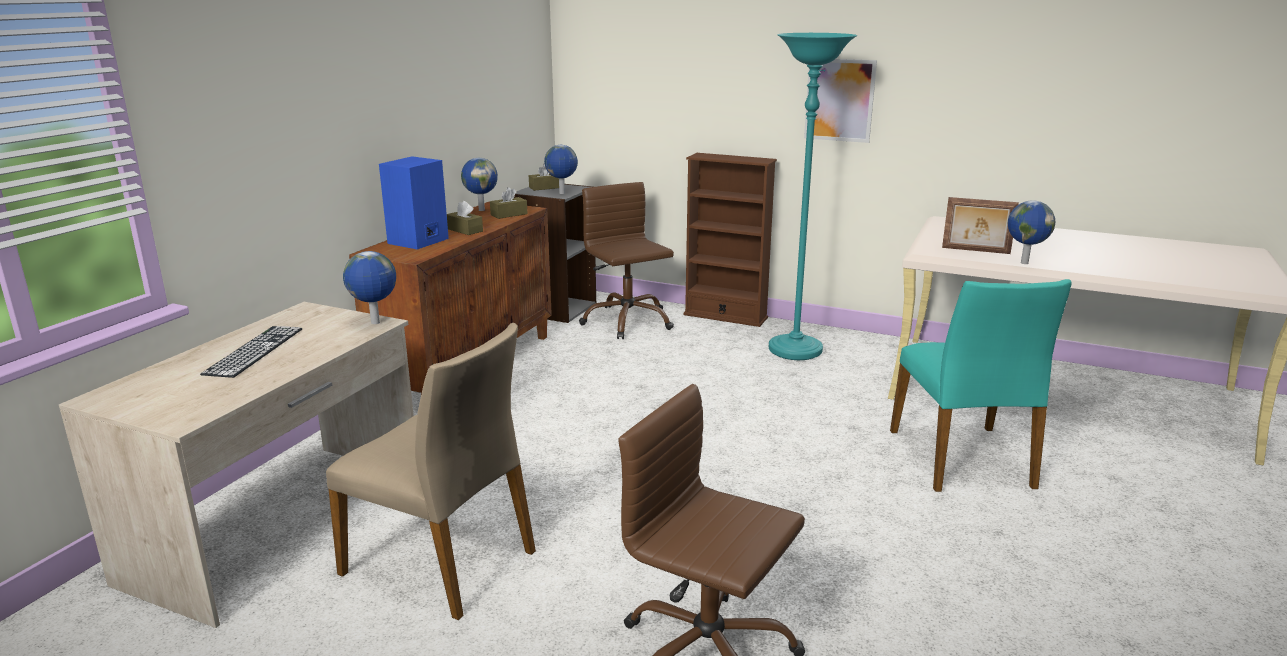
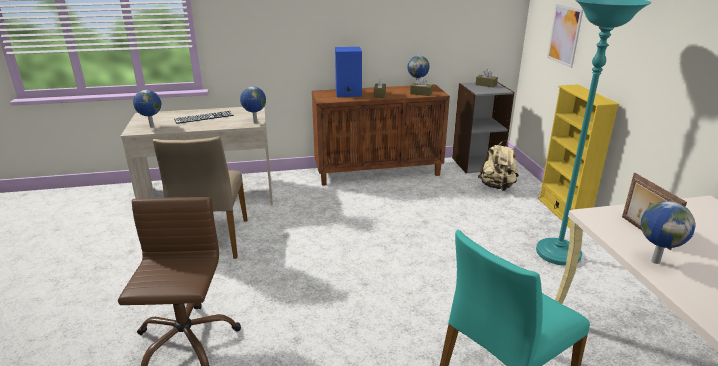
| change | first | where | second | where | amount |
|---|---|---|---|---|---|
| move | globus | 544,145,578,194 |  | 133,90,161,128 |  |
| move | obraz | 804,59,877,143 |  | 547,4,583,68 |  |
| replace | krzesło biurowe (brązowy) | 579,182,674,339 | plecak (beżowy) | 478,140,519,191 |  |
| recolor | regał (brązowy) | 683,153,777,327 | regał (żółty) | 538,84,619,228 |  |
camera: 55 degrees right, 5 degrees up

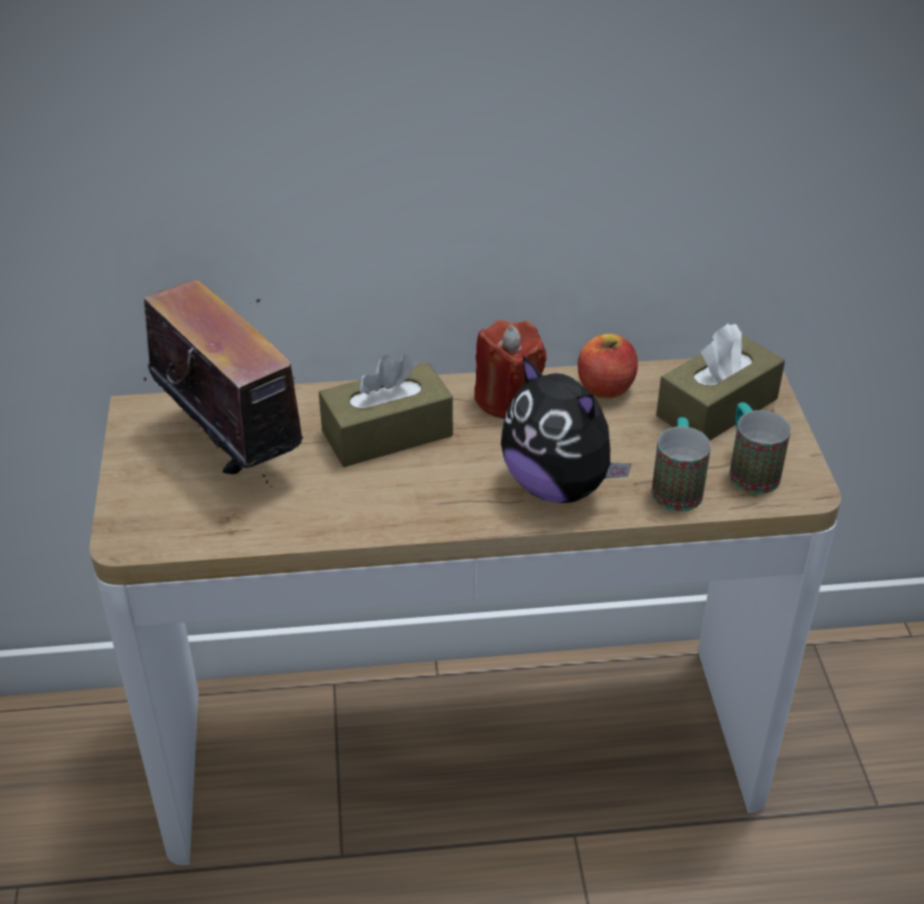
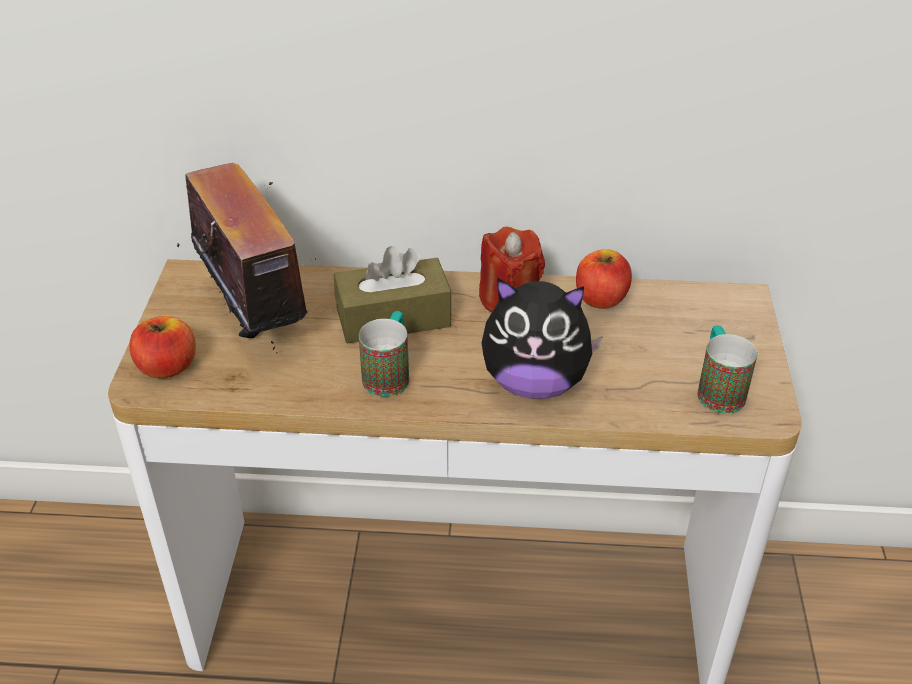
| change | first | where | second | where | amount |
|---|---|---|---|---|---|
| delete | pudełko chusteczek (brązowy) | 656,323,785,441 |  |  |  |
| insert |  |  | jabłko | 129,316,196,378 |  |
| move | kubek | 651,417,711,512 |  | 359,311,409,397 |  |
| rotate | pluszak | 501,356,632,503 |  | 482,278,603,399 | 45 degrees counterclockwise |
camera: 10 degrees right, 0 degrees up

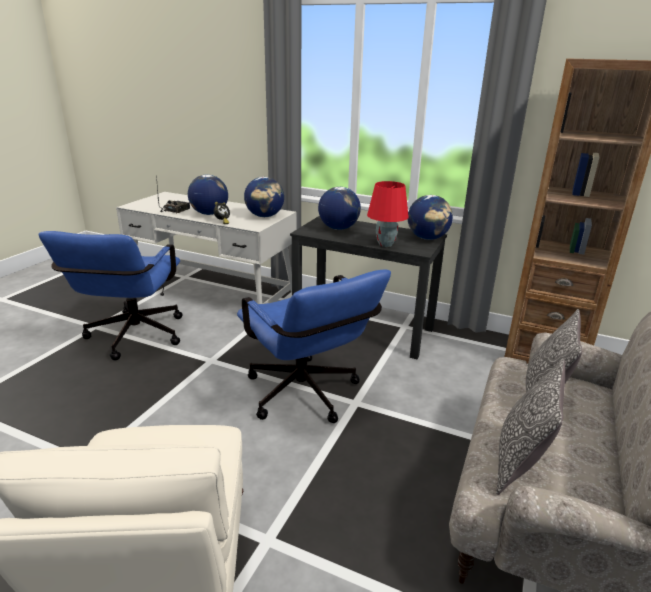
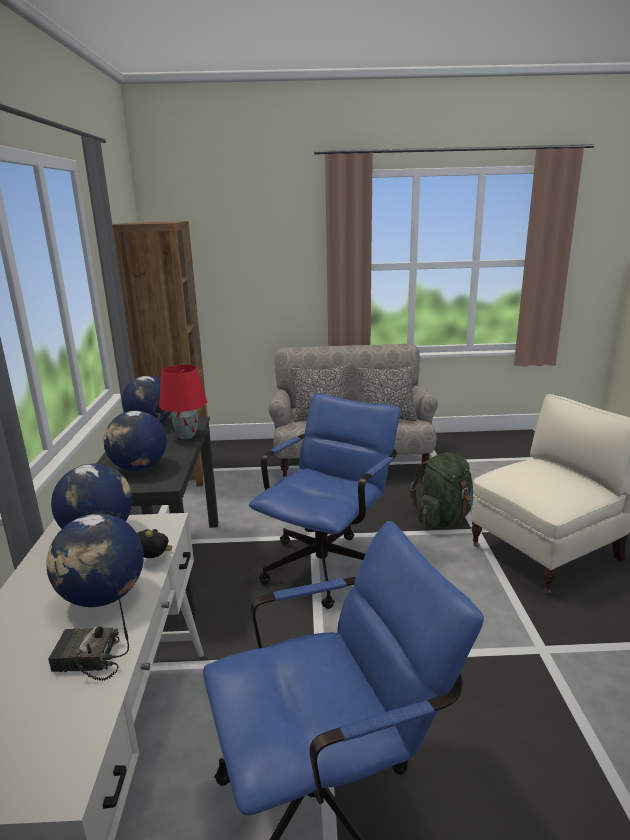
| change | first | where | second | where | amount |
|---|---|---|---|---|---|
| insert |  |  | plecak (zielony) | 410,453,473,528 |  |
camera: 115 degrees left, 5 degrees down

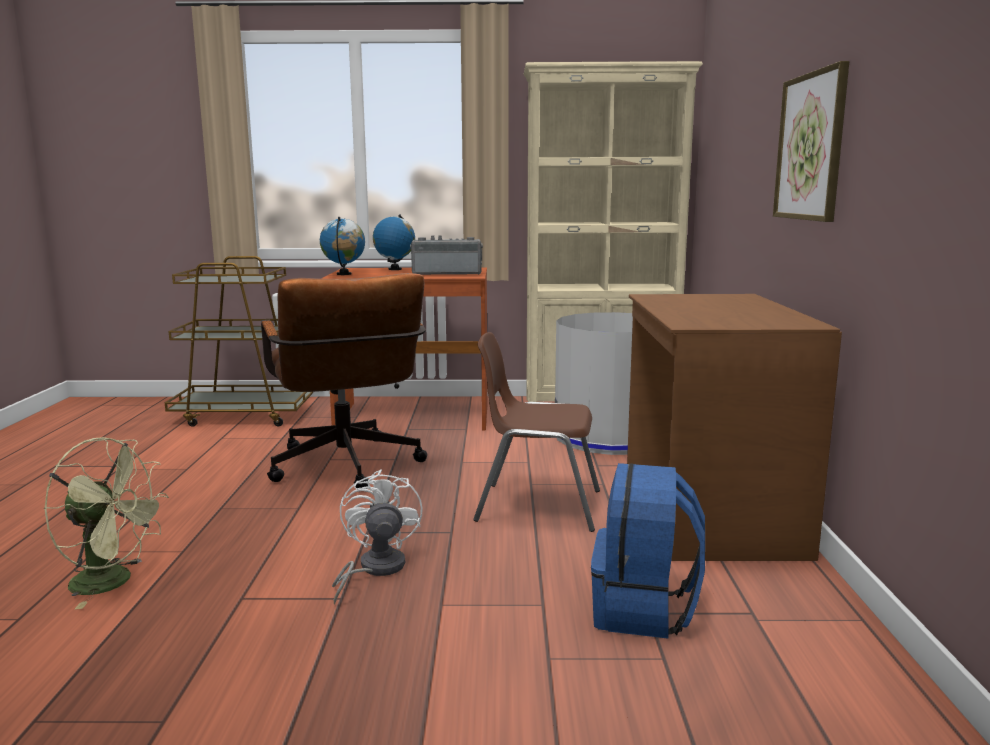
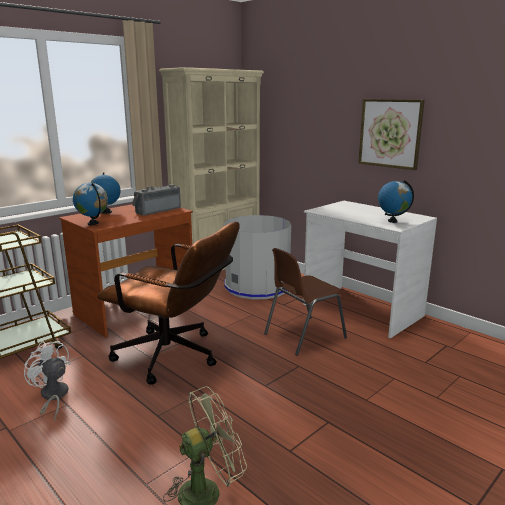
| change | first | where | second | where | amount |
|---|---|---|---|---|---|
| delete | plecak (niebieski) | 591,463,705,639 |  |  |  |
| insert |  |  | globus | 378,180,414,223 |  |
| move | wentylator (biały) | 332,469,423,605 |  | 24,341,71,421 |  |
| recolor | biurko (brązowy) | 627,294,842,561 | biurko (biały) | 303,201,437,338 |  |
camera: 45 degrees left, 5 degrees up

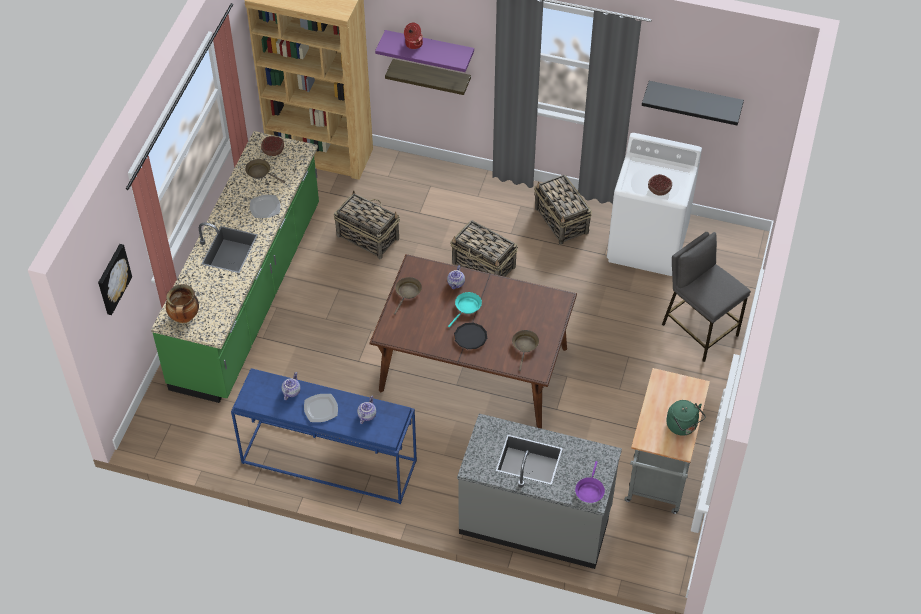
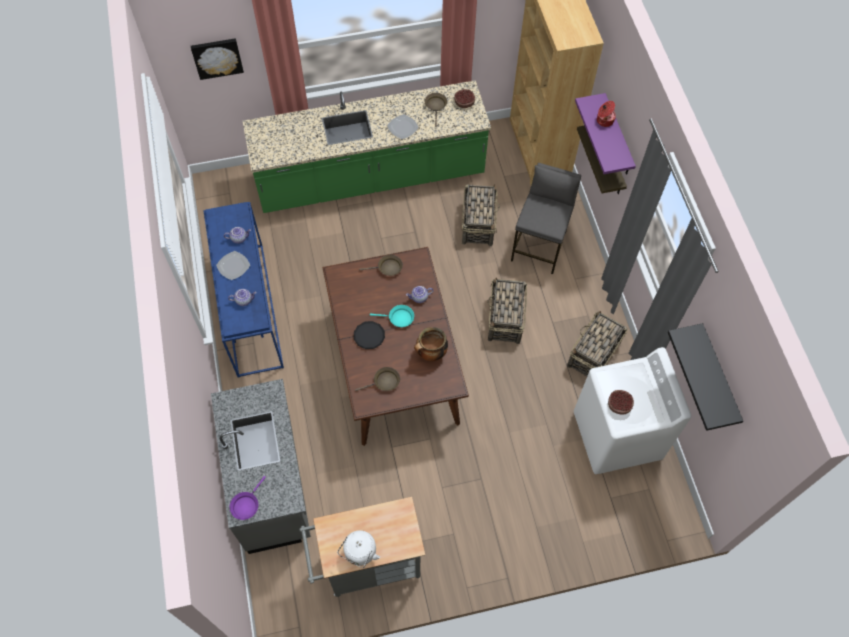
| change | first | where | second | where | amount |
|---|---|---|---|---|---|
| move | garnek | 166,284,199,323 |  | 414,327,448,361 |  |
| move | stołek (szary) | 662,232,751,362 |  | 511,163,581,274 |  |
| recolor | czajnik (zielony) | 666,400,706,436 | czajnik (biały) | 337,530,380,568 |  |
| rotate | patelnia (fioletowy) | 575,461,605,503 |  | 230,476,266,520 | 45 degrees counterclockwise |
camera: 60 degrees right, 10 degrees up

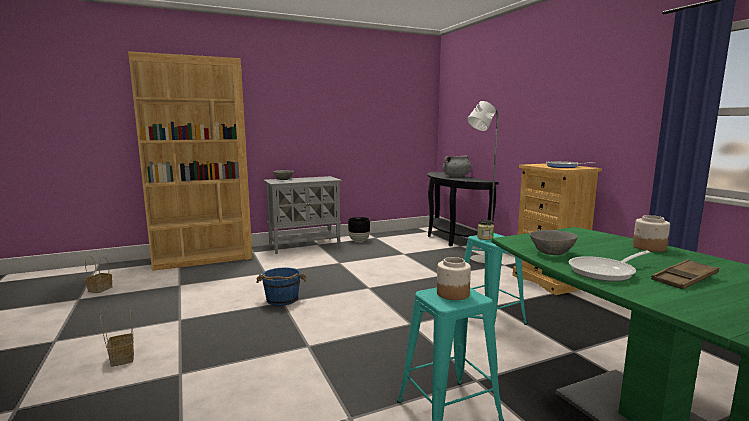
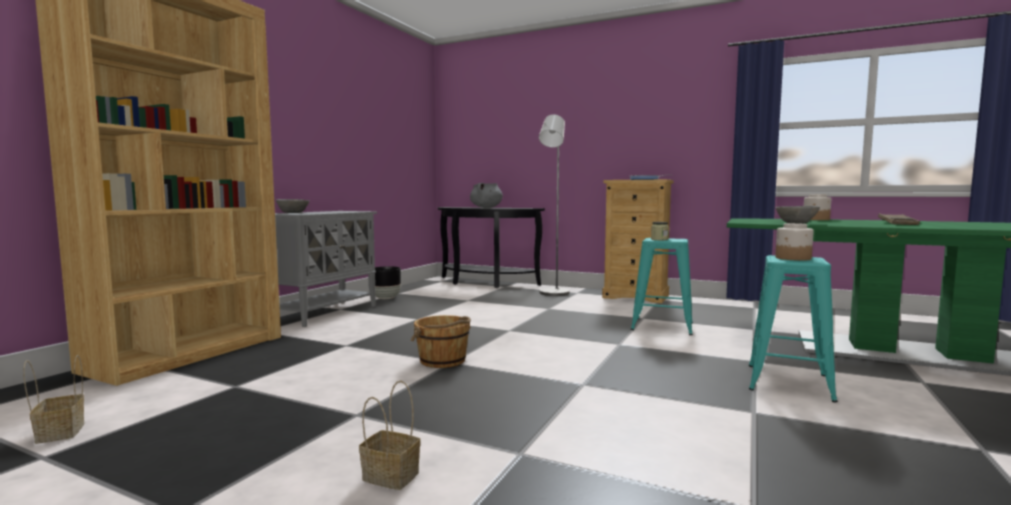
| change | first | where | second | where | amount |
|---|---|---|---|---|---|
| delete | patelnia | 568,251,650,282 |  |  |  |
| recolor | wiadro (niebieski) | 256,267,306,306 | wiadro (brązowy) | 411,315,471,368 |  |
camera: 40 degrees left, 5 degrees down

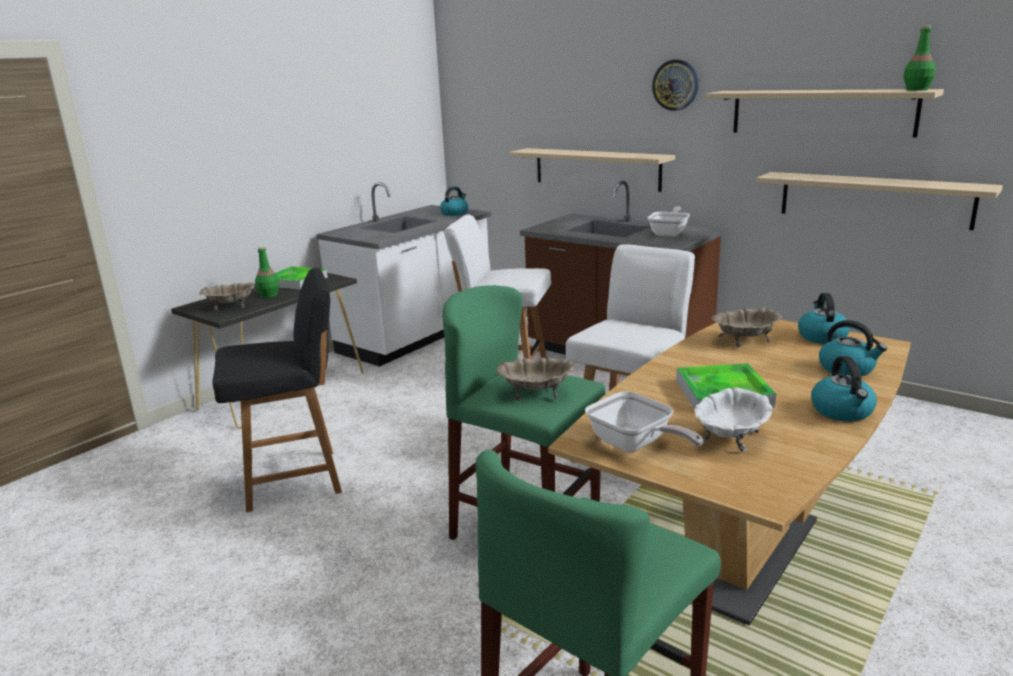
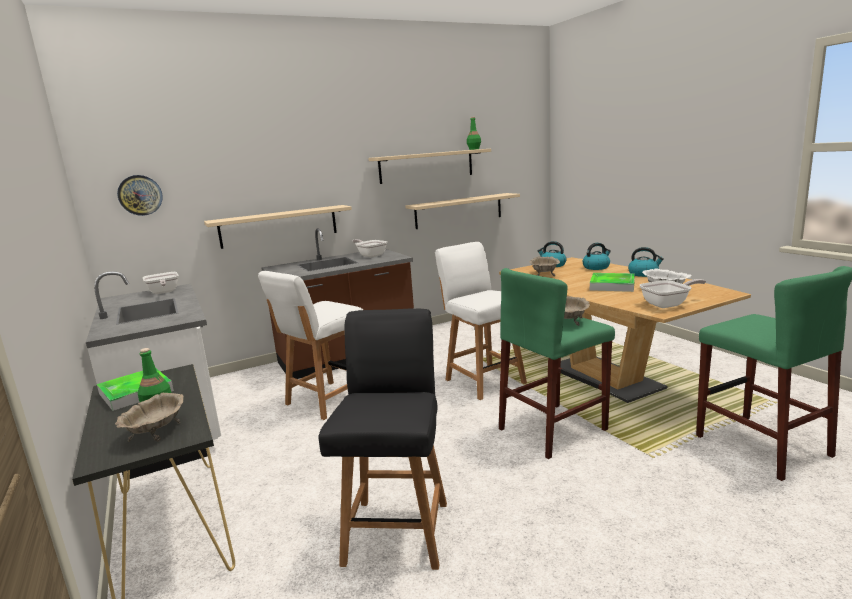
| change | first | where | second | where | amount |
|---|---|---|---|---|---|
| move | zegar ścienny | 652,59,699,111 |  | 117,175,163,216 |  |
| replace | czajnik | 440,186,468,216 | patelnia | 143,272,178,294 |  |
camera: 65 degrees left, 5 degrees down

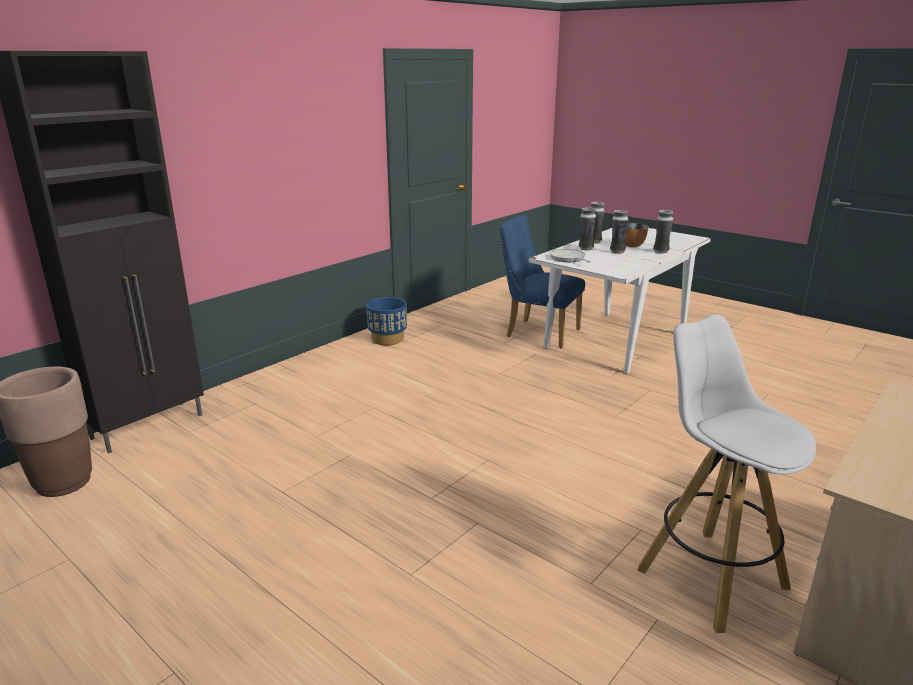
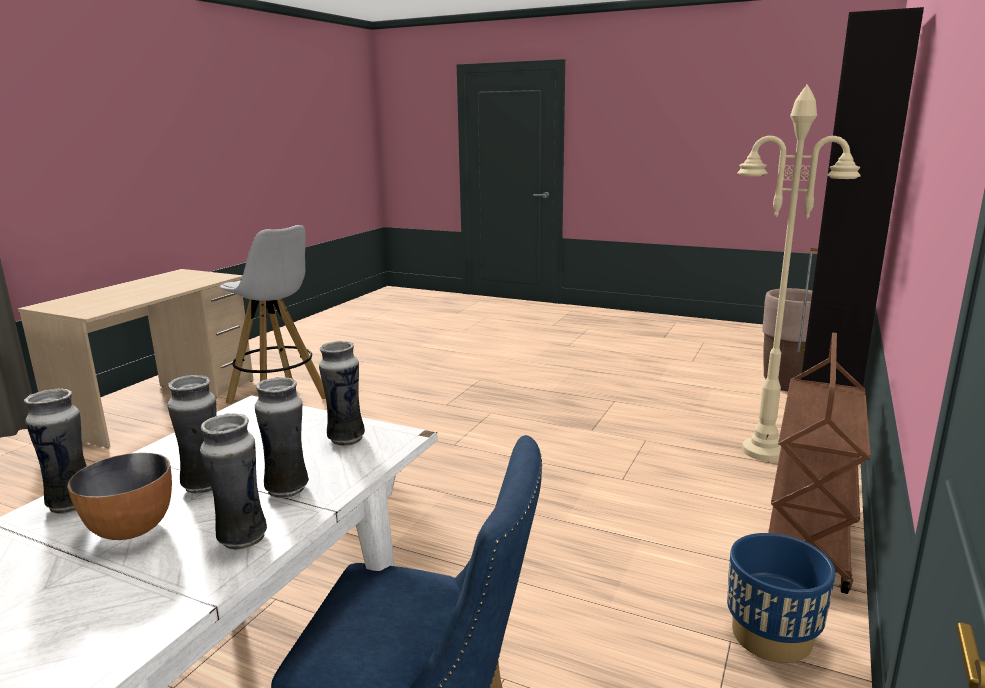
| change | first | where | second | where | amount |
|---|---|---|---|---|---|
| insert |  |  | lampa stojąca (beżowy) | 737,84,861,461 |  |
| insert |  |  | wózek (brązowy) | 768,333,871,594 |  |
| replace | patelnia | 550,249,591,262 | wazon | 319,341,365,446 |  |
camera: 165 degrees right, 5 degrees down

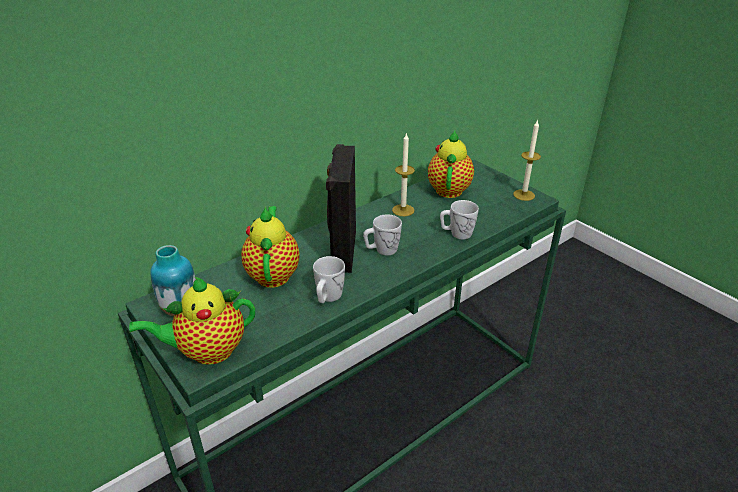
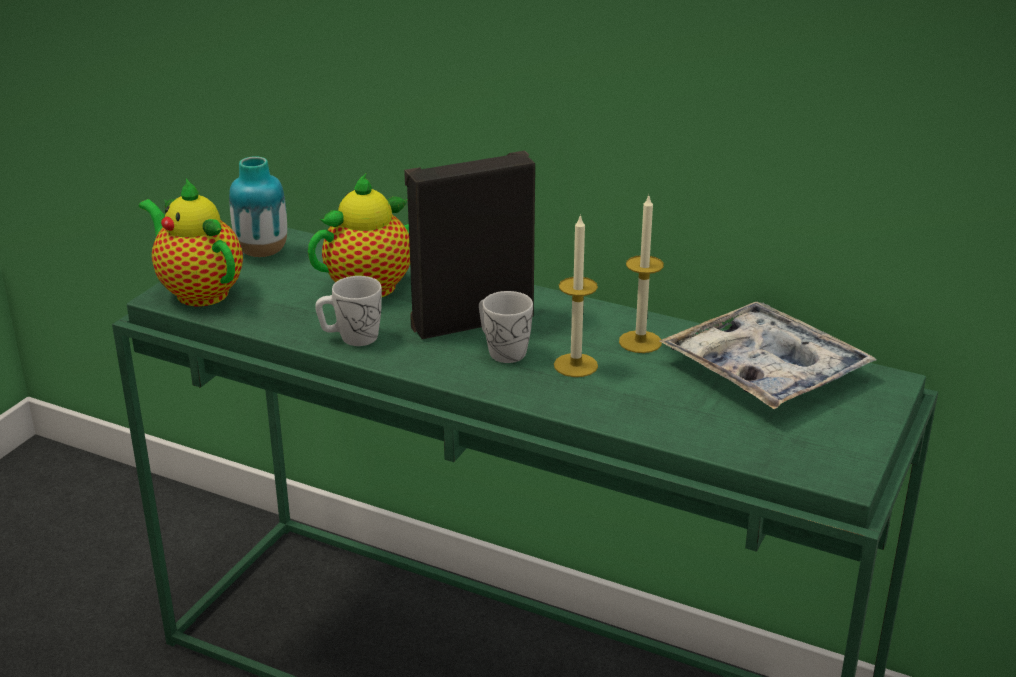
| change | first | where | second | where | amount |
|---|---|---|---|---|---|
| delete | kubek (biały) | 440,200,479,240 |  |  |  |
| move | świeca | 513,120,541,201 |  | 554,214,598,377 |  |
| replace | imbryk | 428,130,474,198 | taca | 660,302,877,409 |  |
camera: 65 degrees right, 5 degrees down

